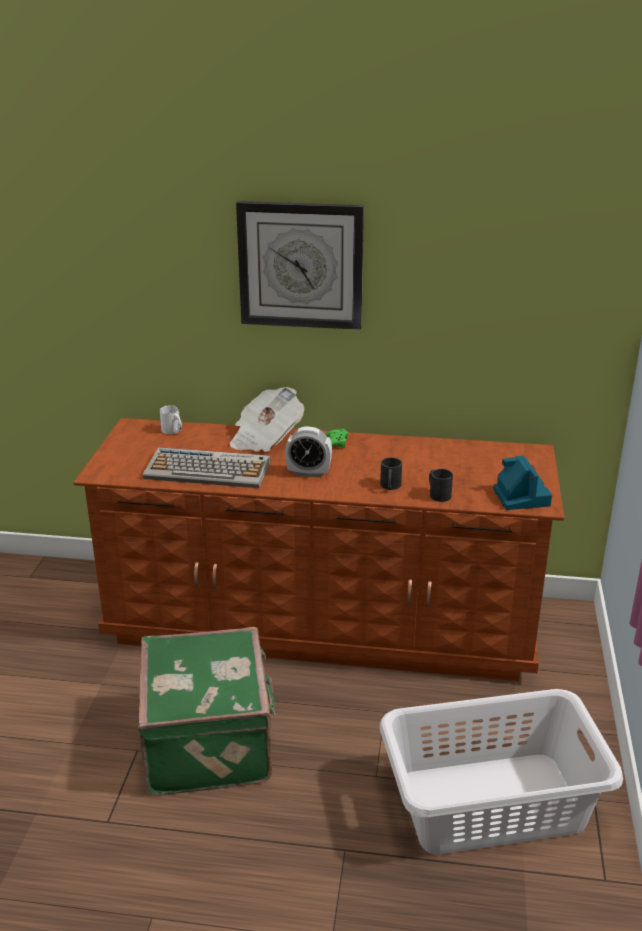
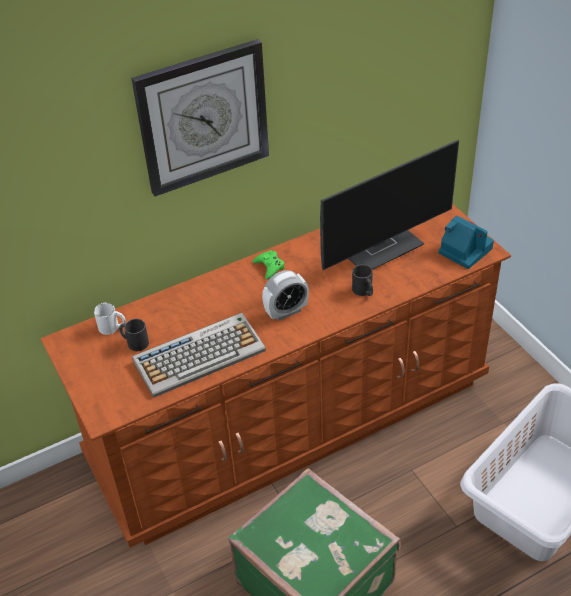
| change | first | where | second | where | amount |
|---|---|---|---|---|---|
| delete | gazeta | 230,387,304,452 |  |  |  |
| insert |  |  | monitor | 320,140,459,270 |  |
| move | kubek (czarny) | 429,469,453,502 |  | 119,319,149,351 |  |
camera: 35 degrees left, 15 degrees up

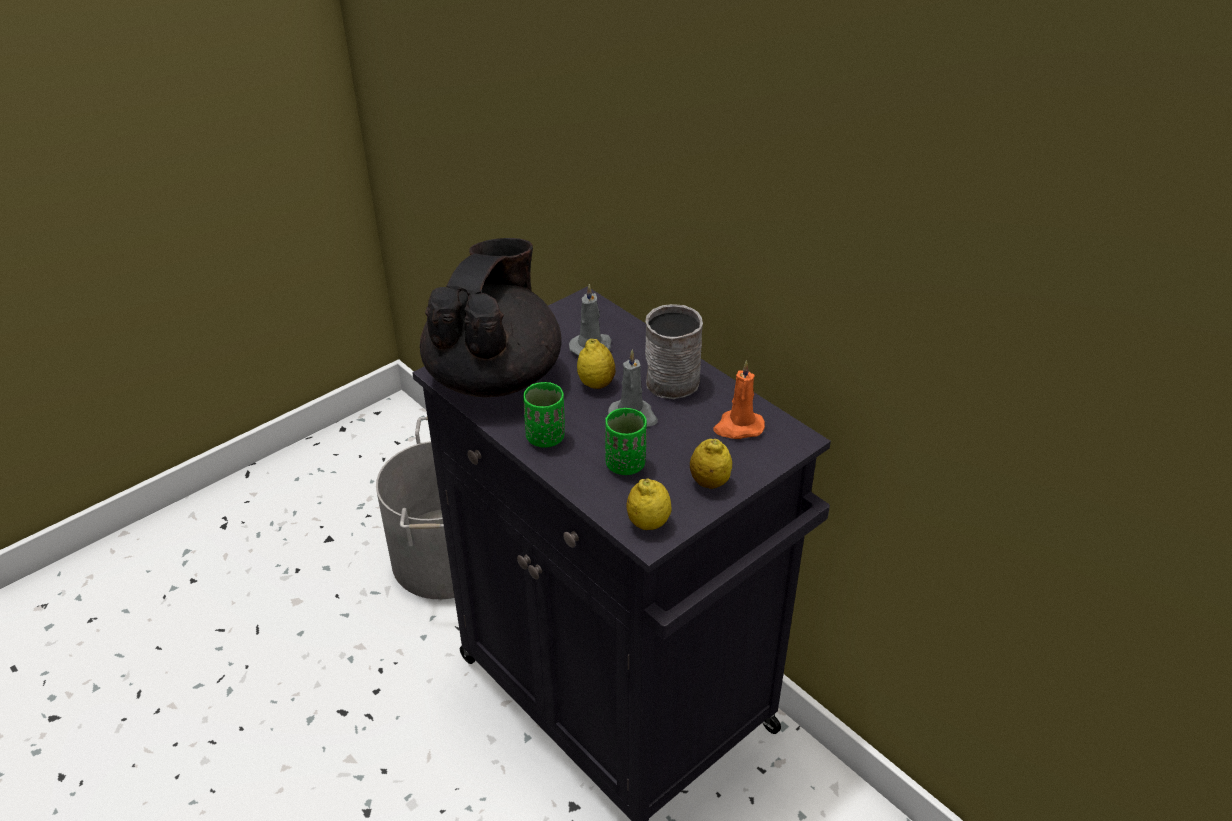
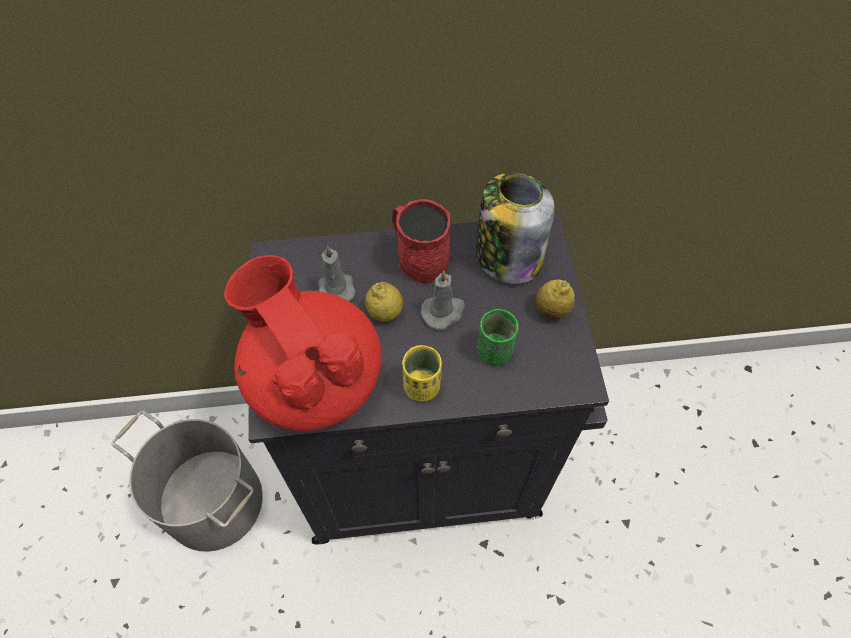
| change | first | where | second | where | amount |
|---|---|---|---|---|---|
| delete | cytryna | 627,479,672,530 |  |  |  |
| replace | świeca (pomarańczowy) | 713,360,765,439 | słoik | 475,172,555,284 |  |
| recolor | imbryk (czarny) | 420,238,562,397 | imbryk (czerwony) | 224,255,382,431 |  |
| recolor | filiżanka (zielony) | 523,382,565,448 | filiżanka (żółty) | 402,345,442,401 |  |
| recolor | kubek (szary) | 645,304,703,399 | kubek (czerwony) | 392,199,450,283 |  |
camera: 55 degrees left, 20 degrees up

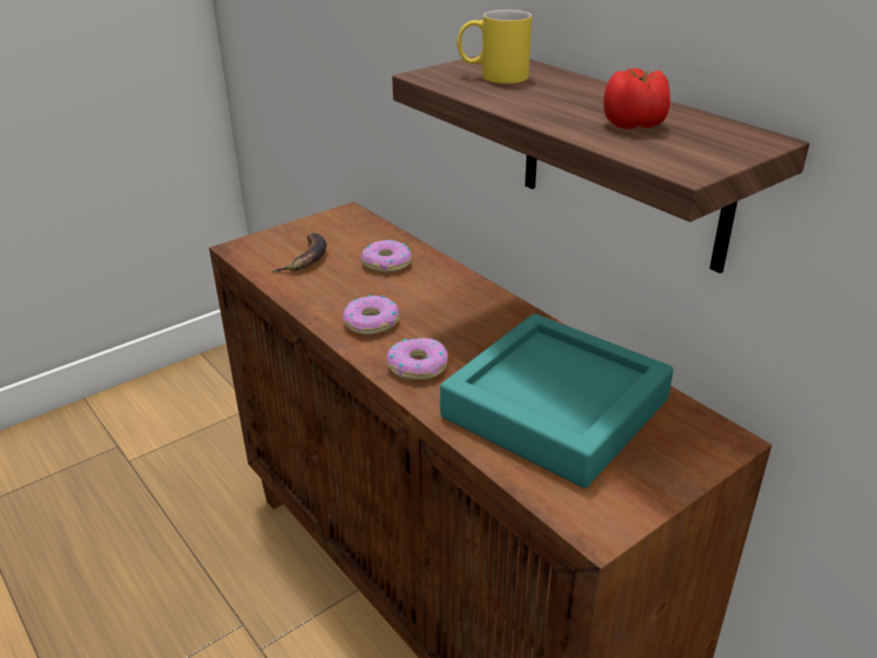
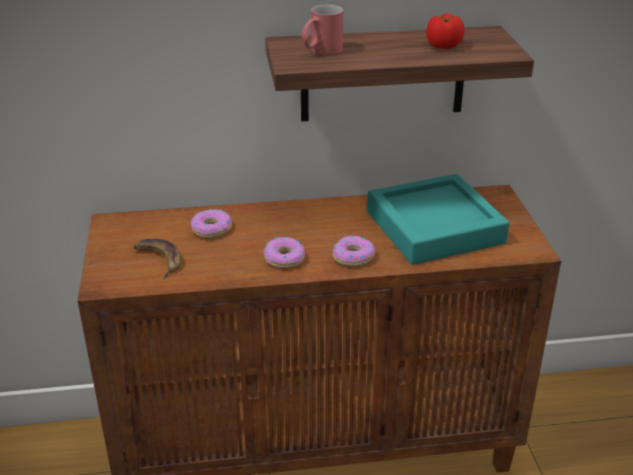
| change | first | where | second | where | amount |
|---|---|---|---|---|---|
| recolor | kubek (żółty) | 457,10,532,84 | kubek (czerwony) | 301,5,343,55 |  |
camera: 60 degrees left, 0 degrees up

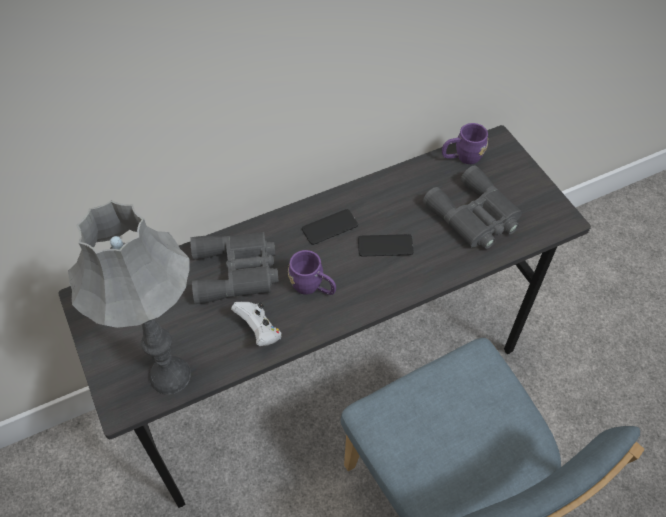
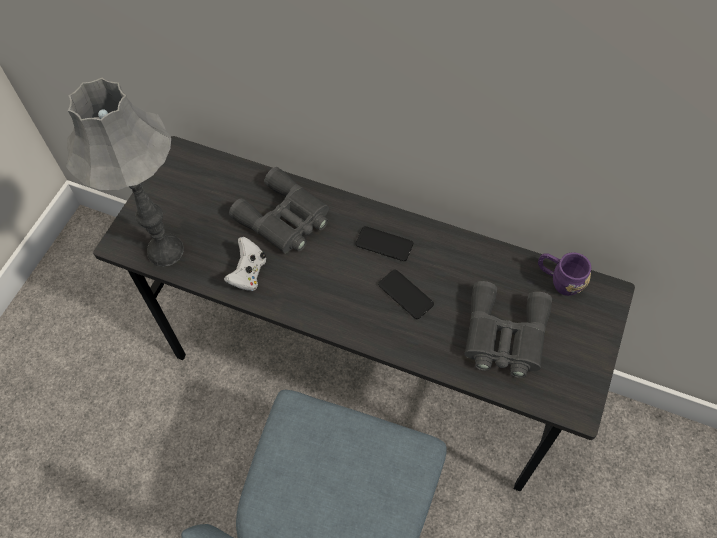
| change | first | where | second | where | amount |
|---|---|---|---|---|---|
| delete | kubek (fioletowy) | 288,250,336,295 |  |  |  |
camera: 50 degrees right, 5 degrees up

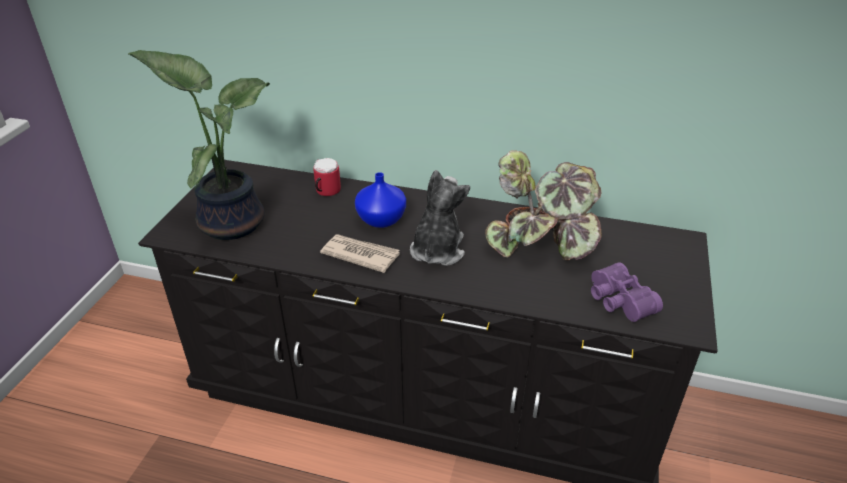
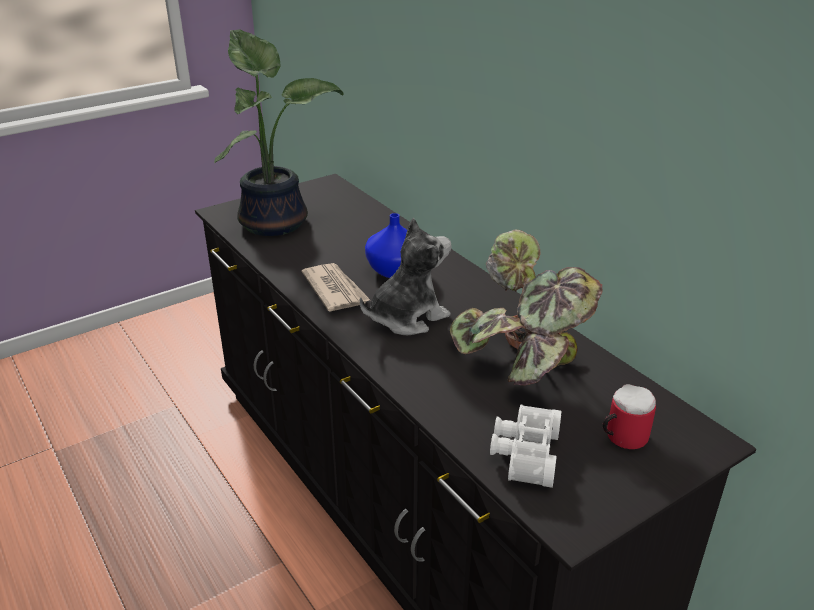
| change | first | where | second | where | amount |
|---|---|---|---|---|---|
| move | kubek | 313,158,341,196 |  | 603,384,656,449 |  |
| recolor | lornetka (fioletowy) | 591,262,663,322 | lornetka (biały) | 490,405,562,488 |  |
camera: 40 degrees right, 5 degrees down

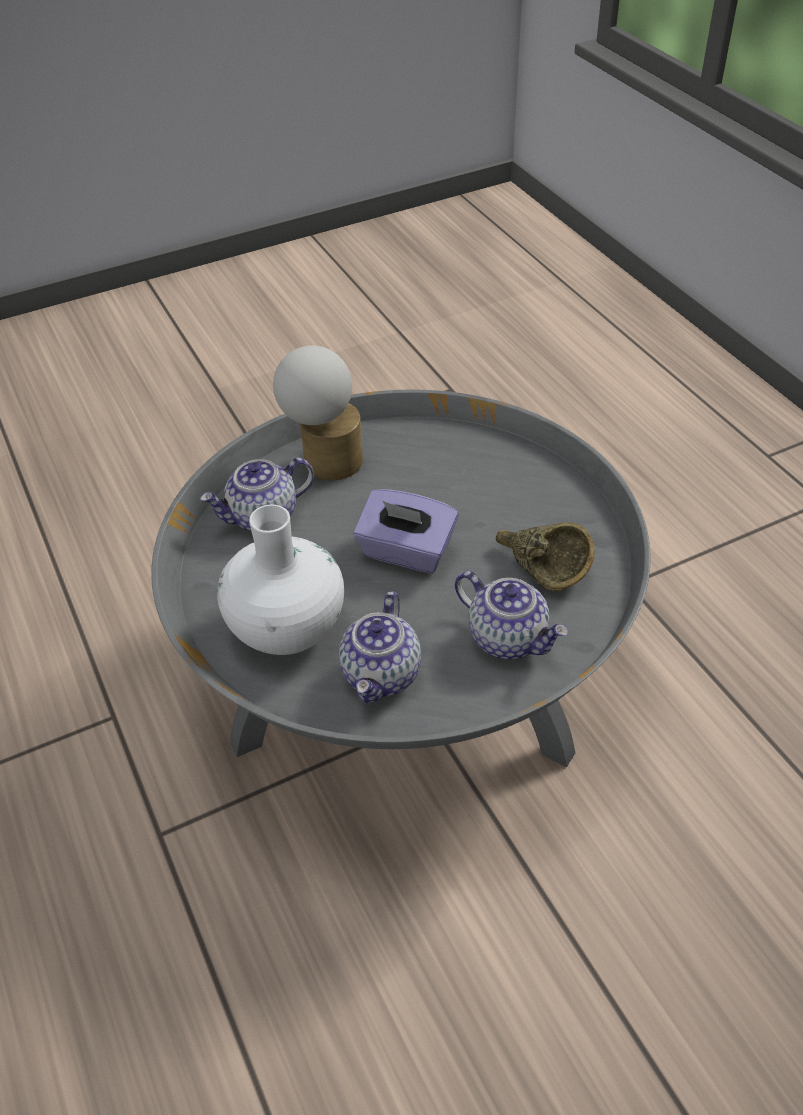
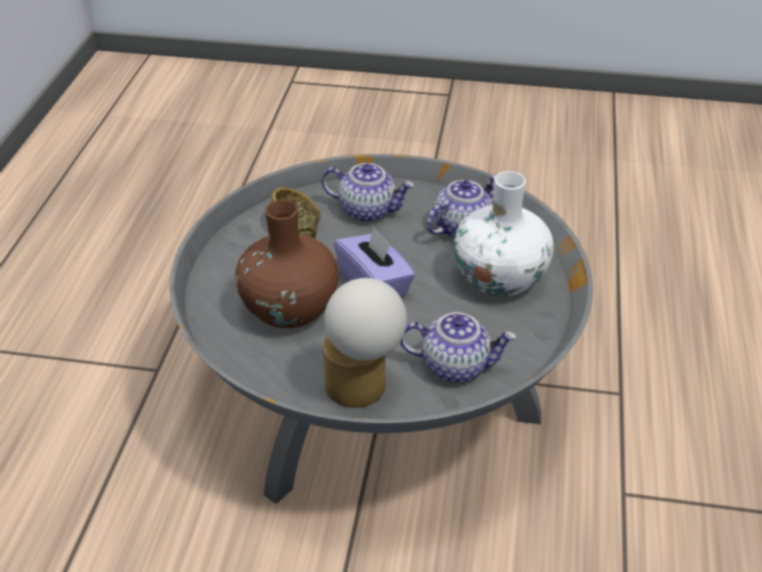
| change | first | where | second | where | amount |
|---|---|---|---|---|---|
| insert |  |  | wazon (brązowy) | 235,200,338,328 |  |
| rotate | imbryk | 455,571,568,659 |  | 321,163,414,222 | 120 degrees clockwise |
camera: 145 degrees left, 5 degrees down

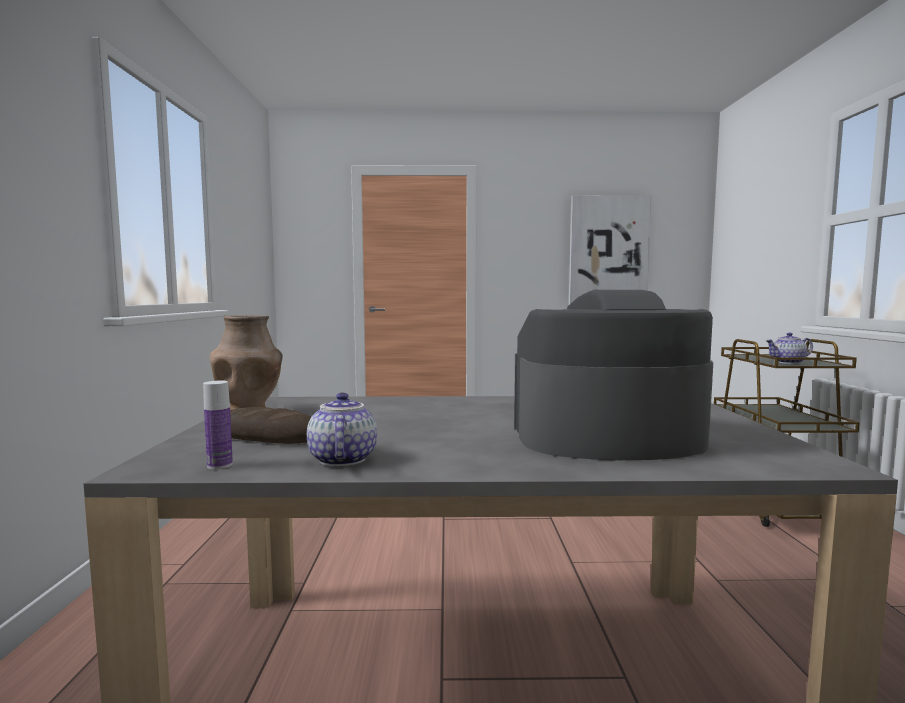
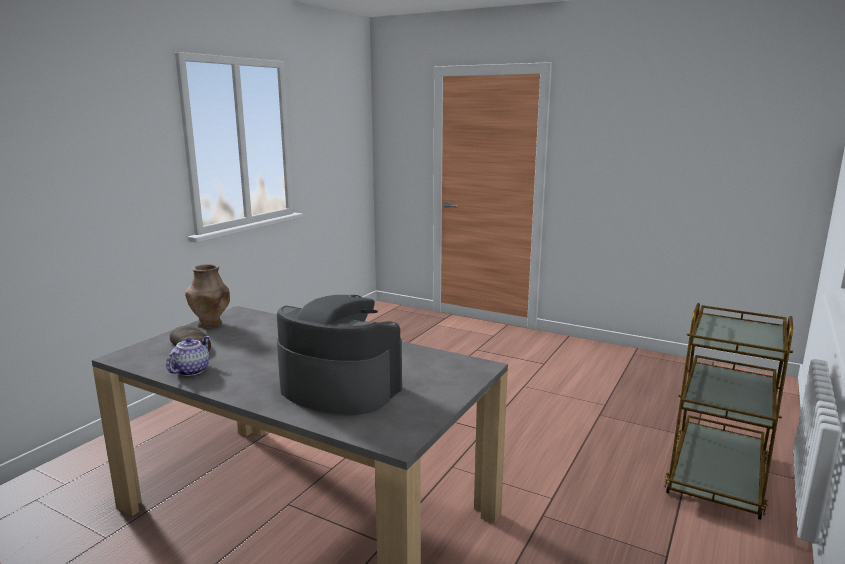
| change | first | where | second | where | amount |
|---|---|---|---|---|---|
| delete | butelka | 203,380,233,470 |  |  |  |
| delete | obraz | 569,195,651,305 |  |  |  |
| delete | imbryk | 766,333,813,364 |  |  |  |
camera: 30 degrees right, 10 degrees up

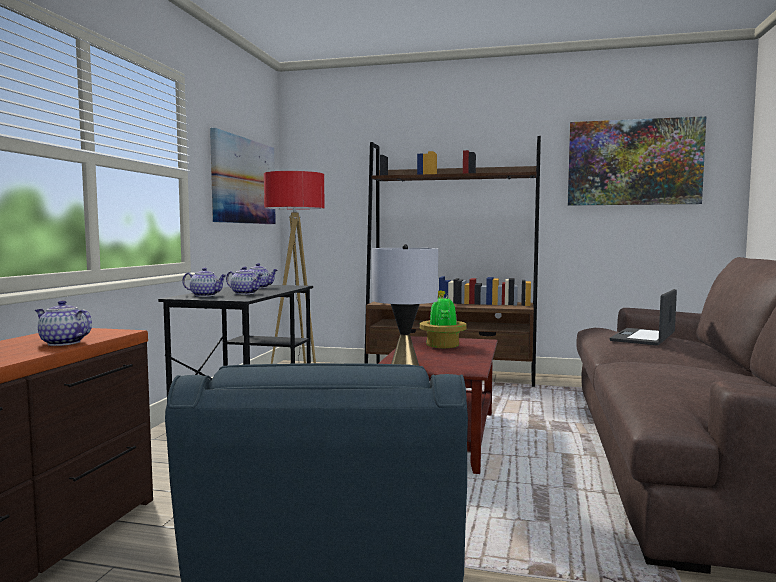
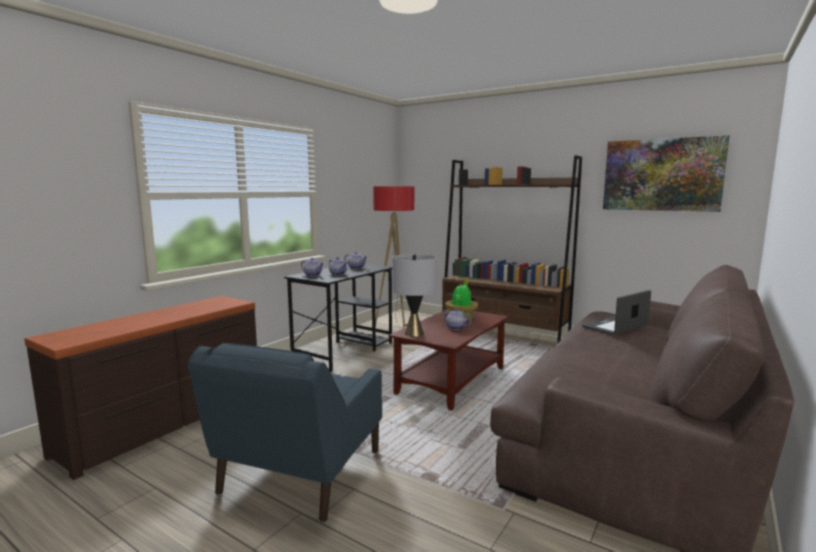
| change | first | where | second | where | amount |
|---|---|---|---|---|---|
| delete | obraz | 210,128,276,224 |  |  |  |
| move | imbryk | 35,300,92,346 |  | 443,308,471,330 |  |
camera: 20 degrees right, 5 degrees up

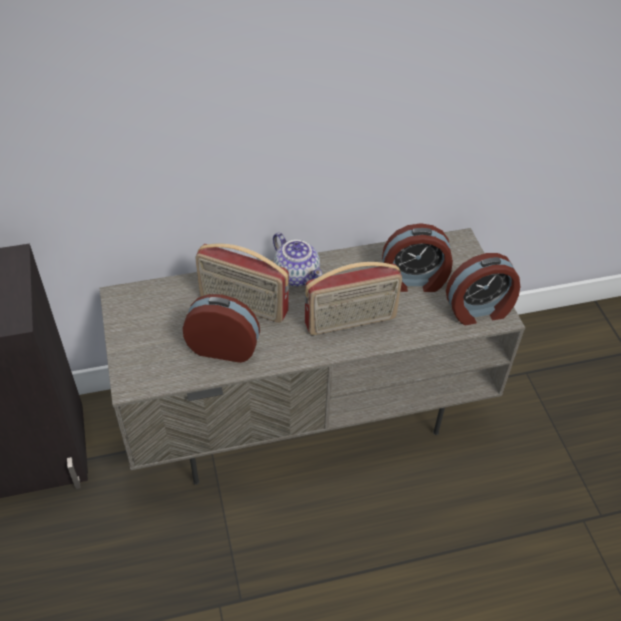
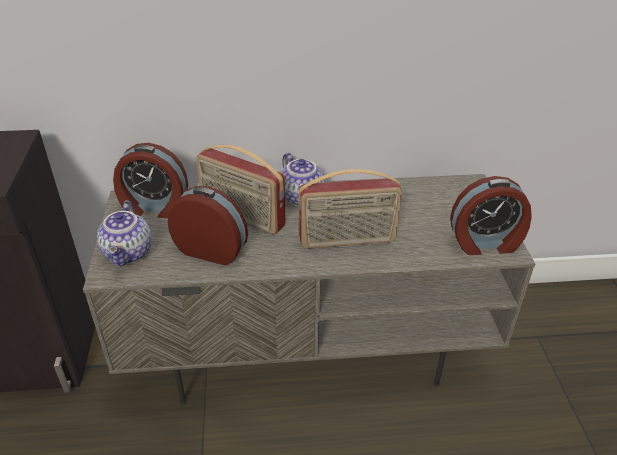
| change | first | where | second | where | amount |
|---|---|---|---|---|---|
| insert |  |  | imbryk | 97,200,152,266 |  |
| move | budzik | 382,223,453,292 |  | 113,143,188,218 |  |
camera: 10 degrees right, 10 degrees down

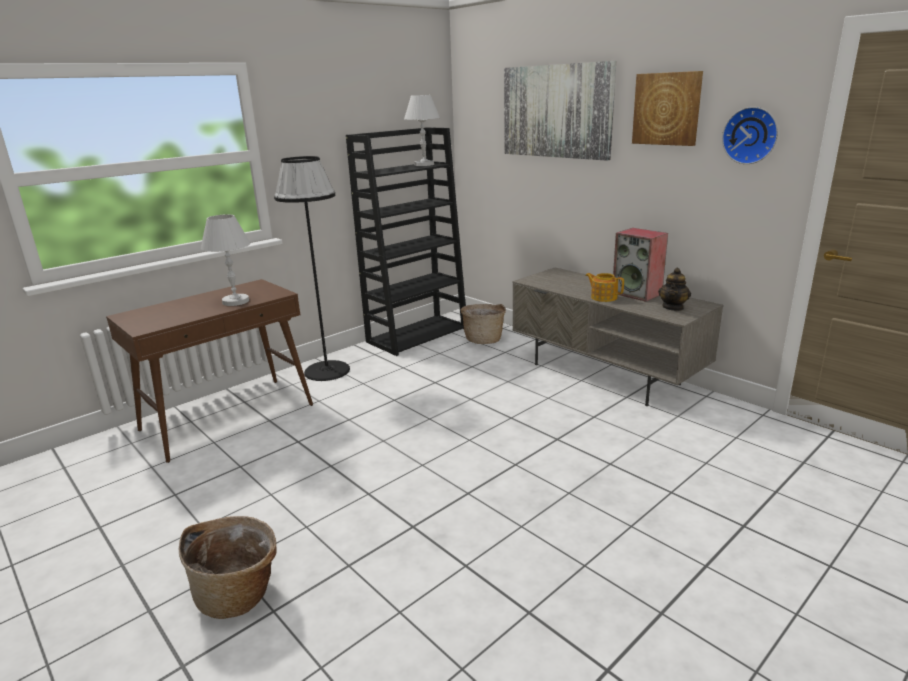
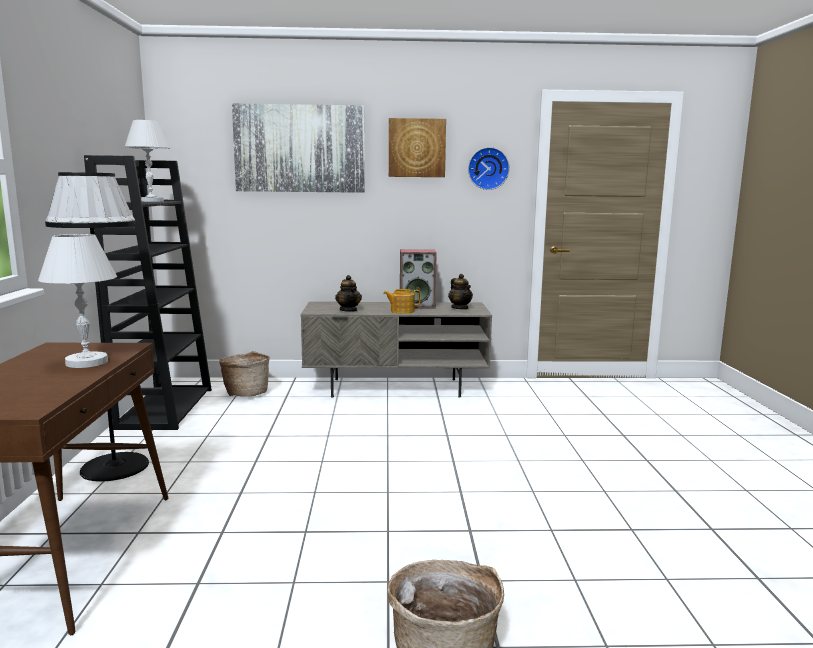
| change | first | where | second | where | amount |
|---|---|---|---|---|---|
| insert |  |  | imbryk | 335,275,362,312 |  |
camera: 50 degrees left, 10 degrees down

